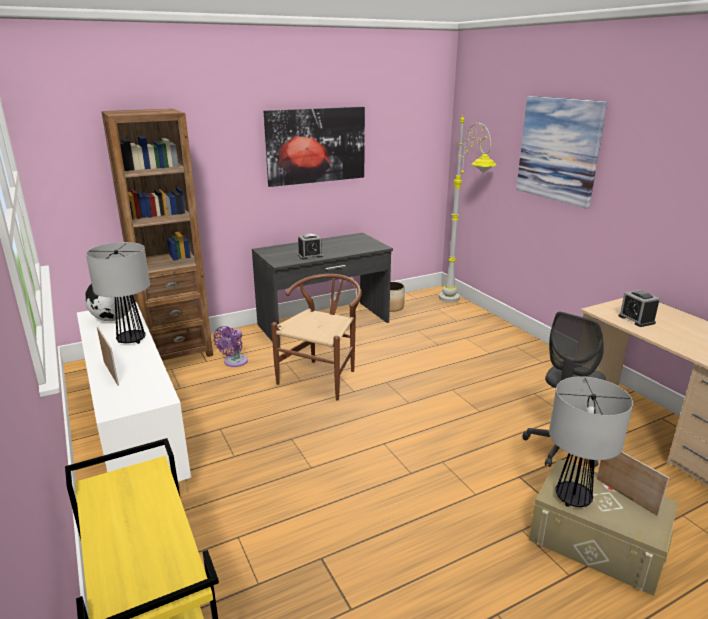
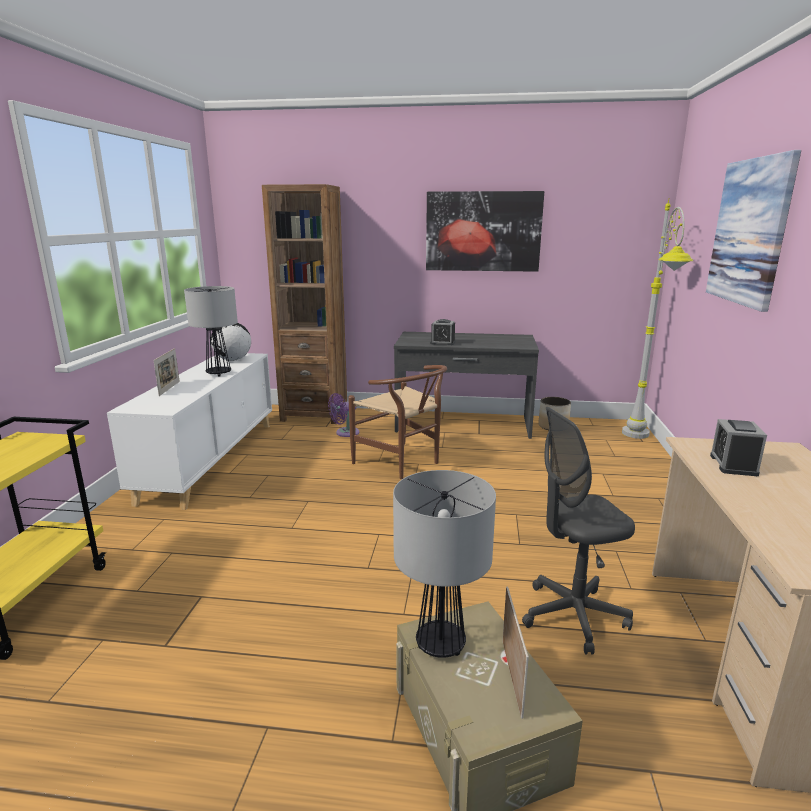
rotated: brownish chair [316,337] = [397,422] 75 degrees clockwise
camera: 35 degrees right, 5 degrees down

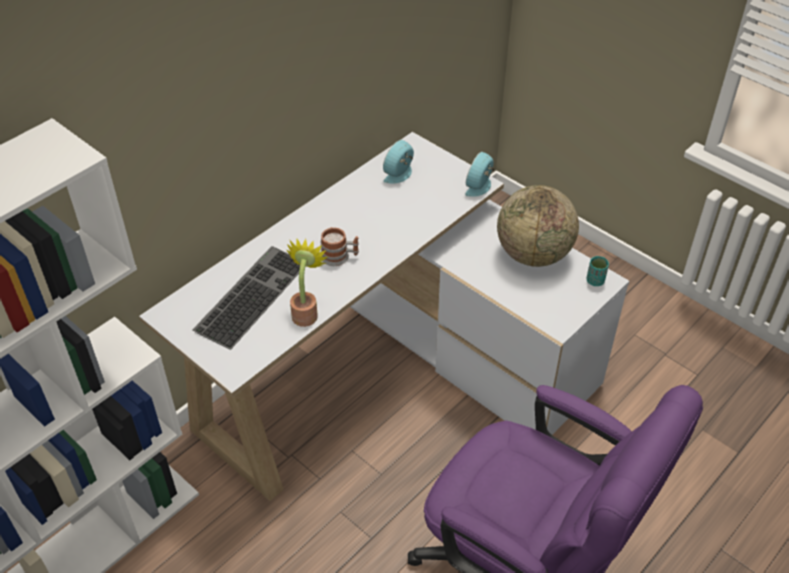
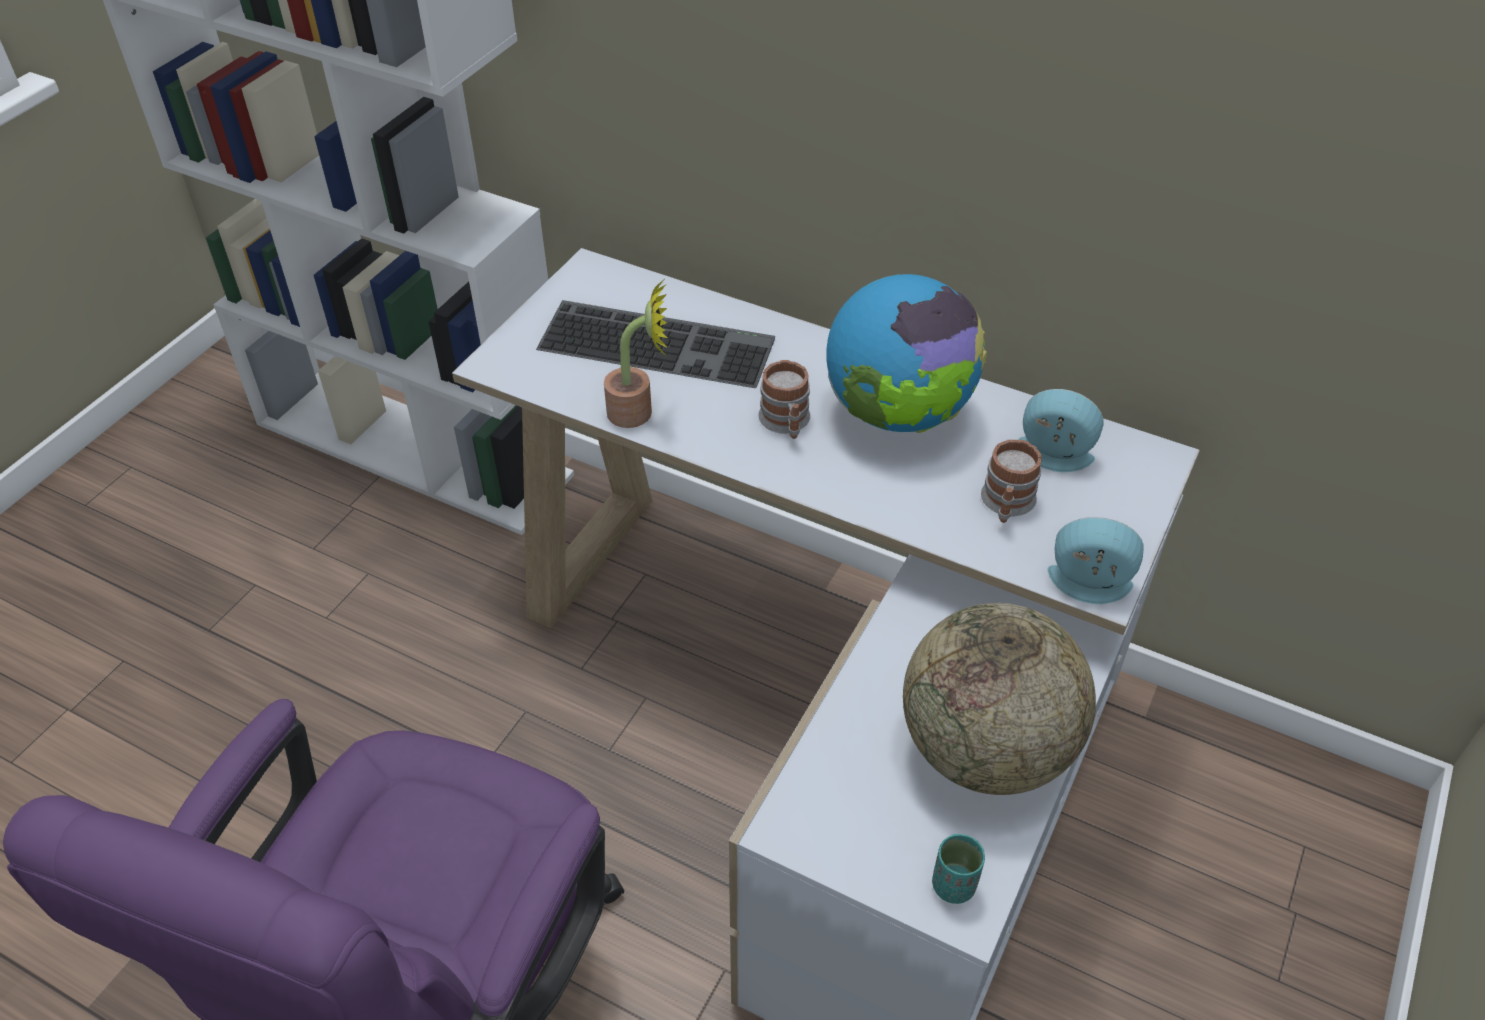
new: desk globe [906,353]; mug [1011,481]
camera: 75 degrees right, 0 degrees up

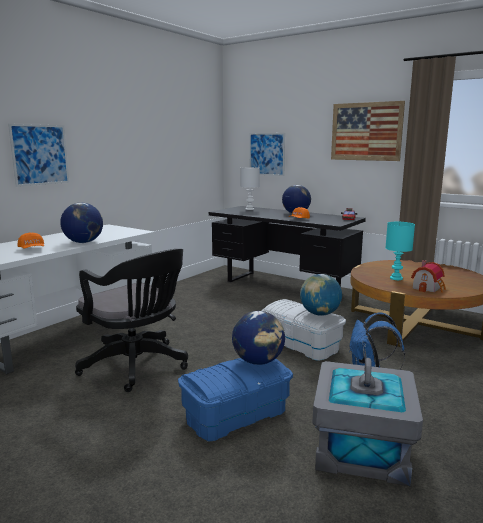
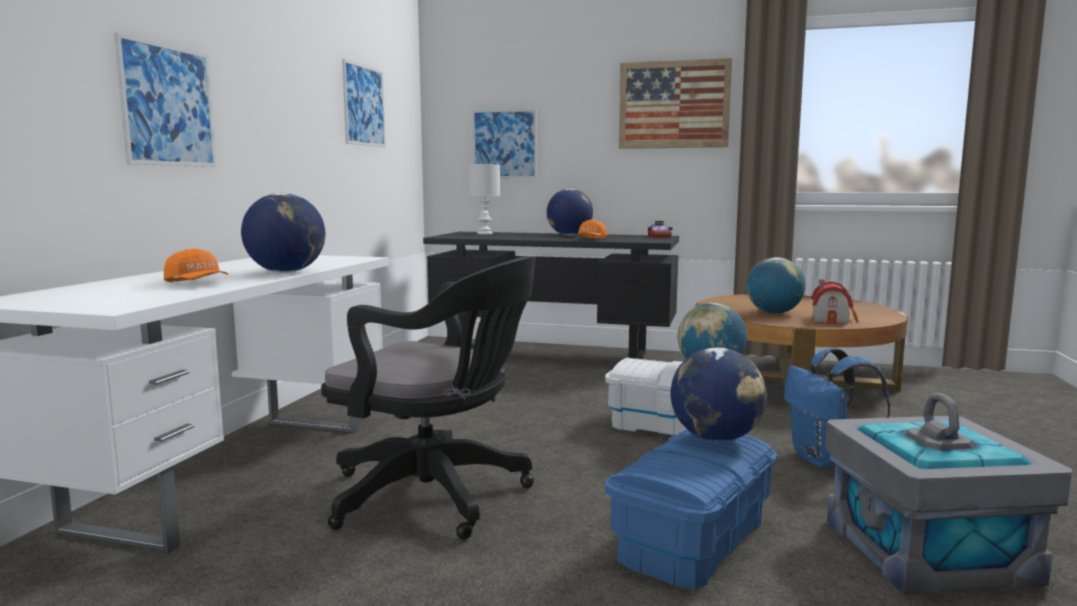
new: picture [364,103]
swapped: blue-green table lamp [400,251] to desk globe [776,285]
camera: 20 degrees left, 5 degrees down

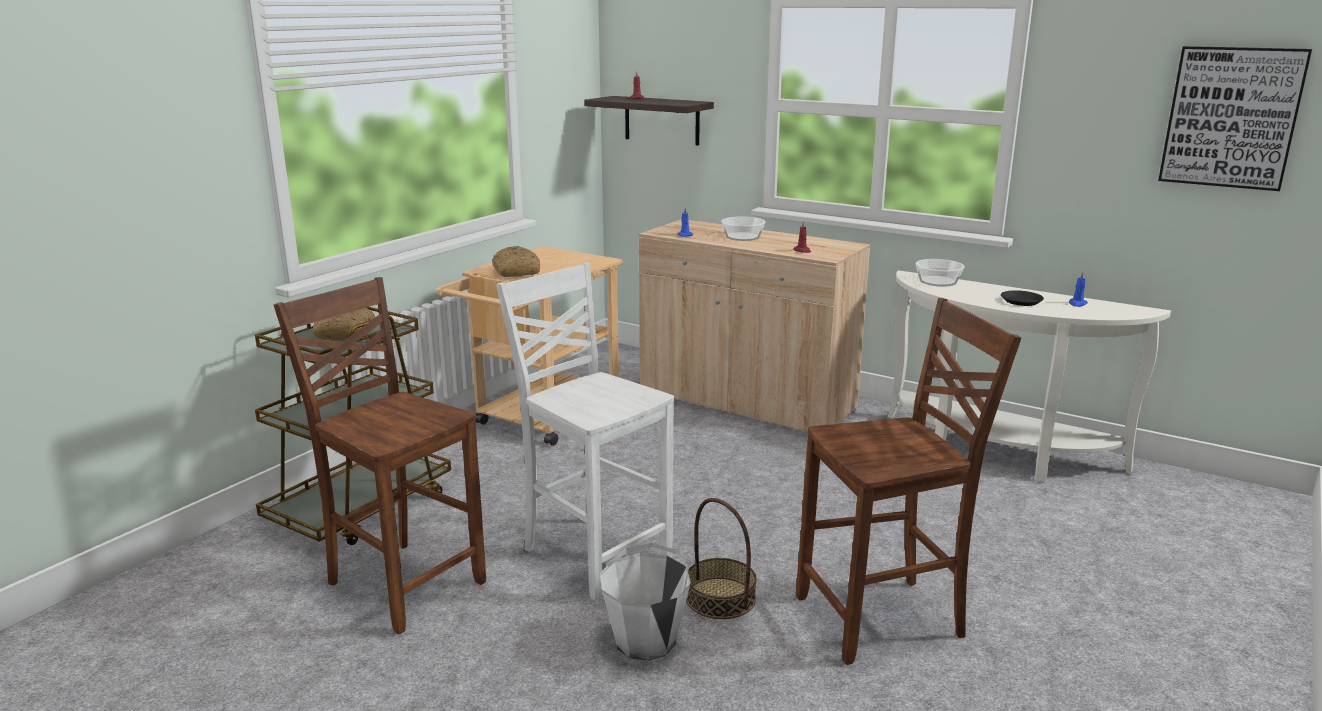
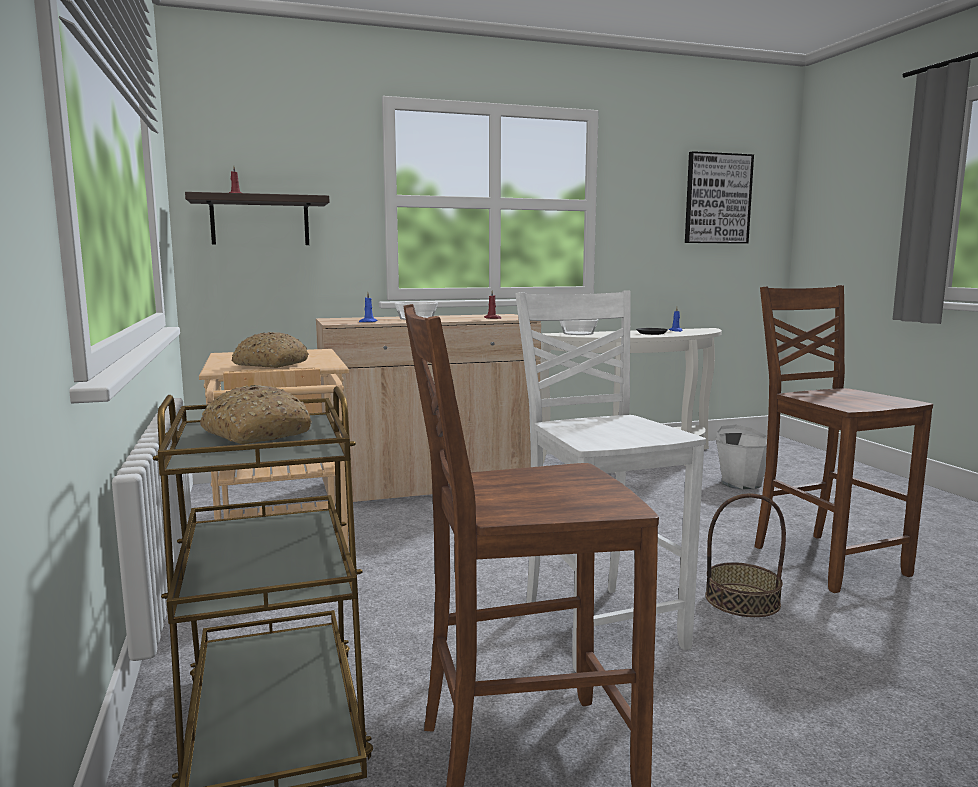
shifted: white bucket [645,602] to [741,457]
rotated: white chair [585,431] = [611,481] 75 degrees clockwise; brownish chair [908,481] = [843,439] 45 degrees counterclockwise
camera: 50 degrees left, 10 degrees down

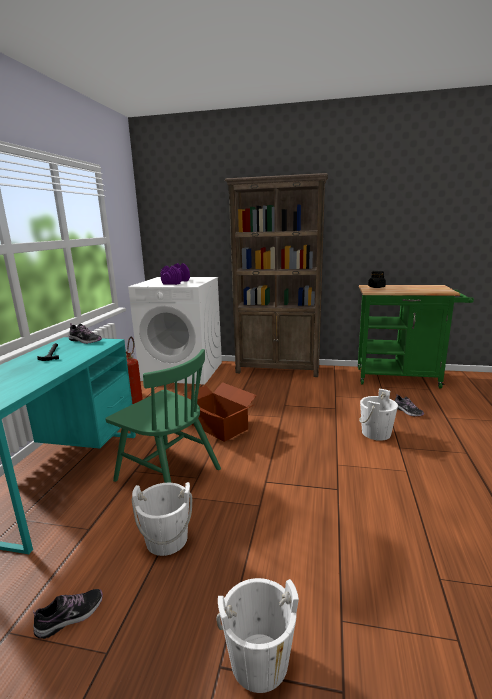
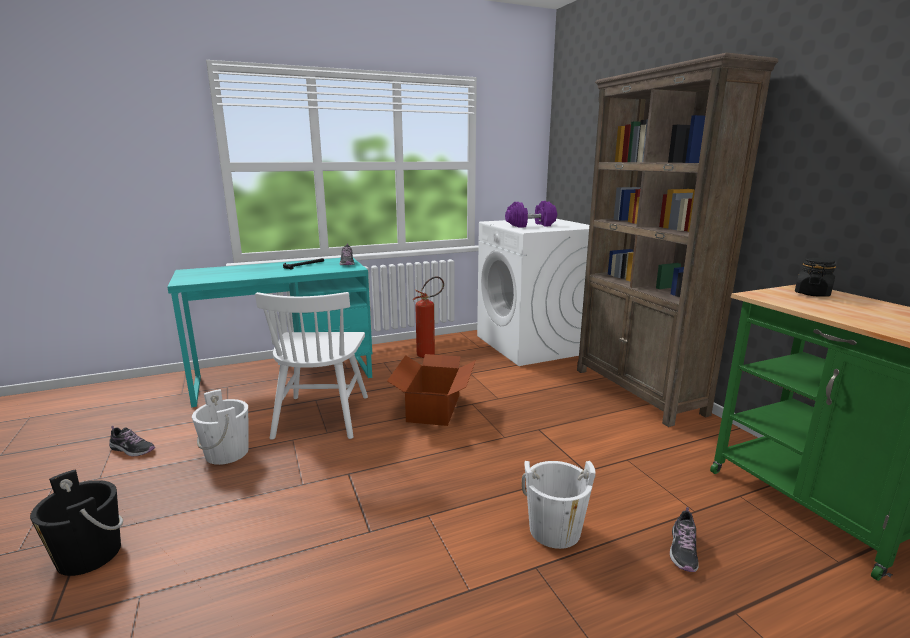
repainted: green-coloured chair [163,416] to white chair [311,366]; white bucket [257,635] to black bucket [76,522]
camera: 55 degrees right, 0 degrees up

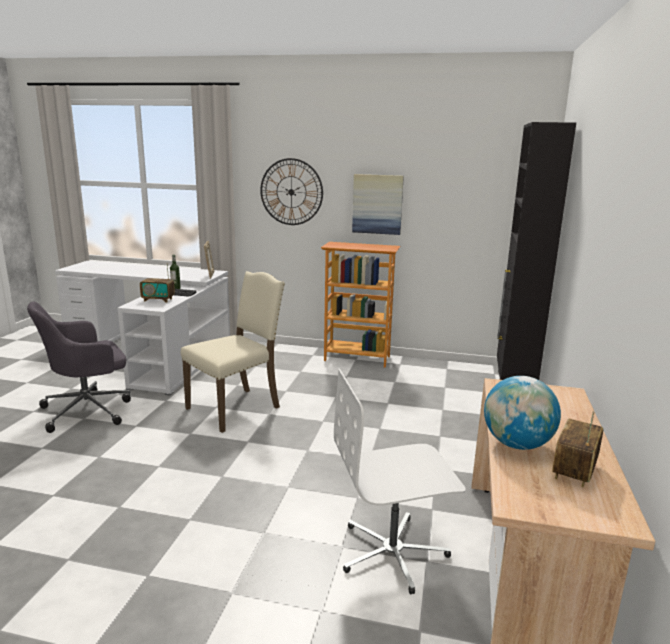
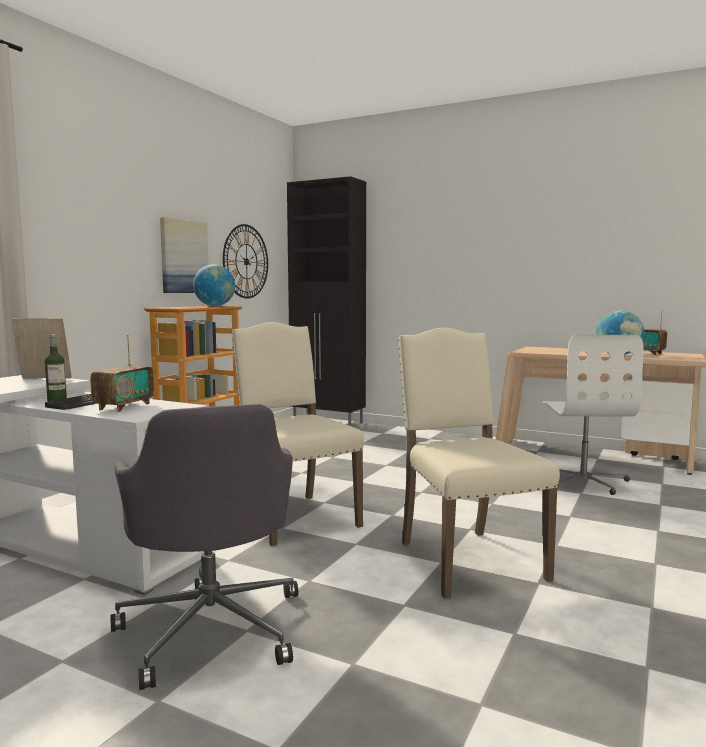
new: desk globe [214,285]; beige-coloured chair [479,463]
shifted: wall clock [291,191] to [245,261]
camera: 75 degrees left, 10 degrees down

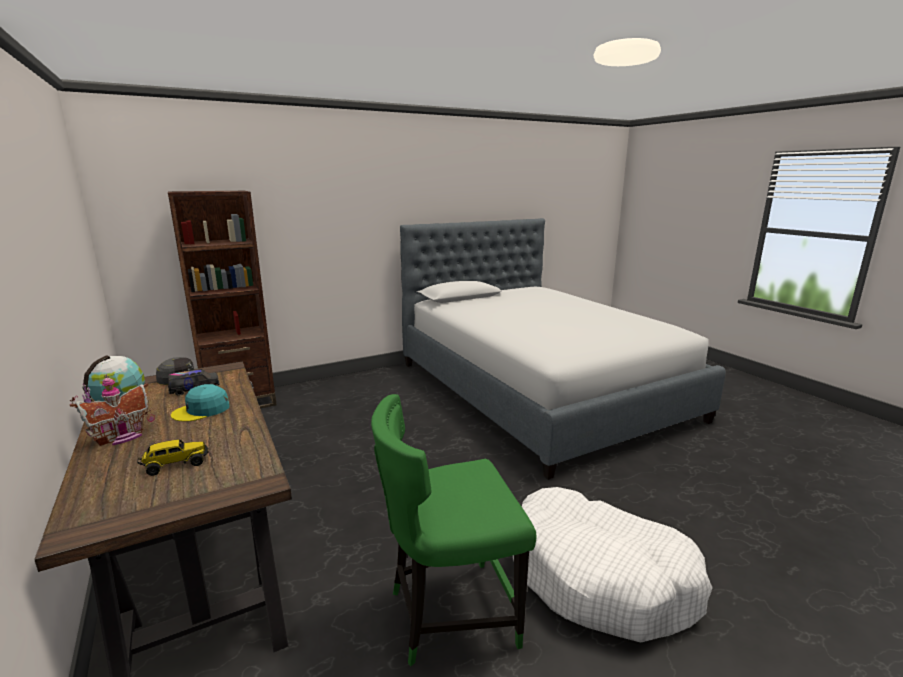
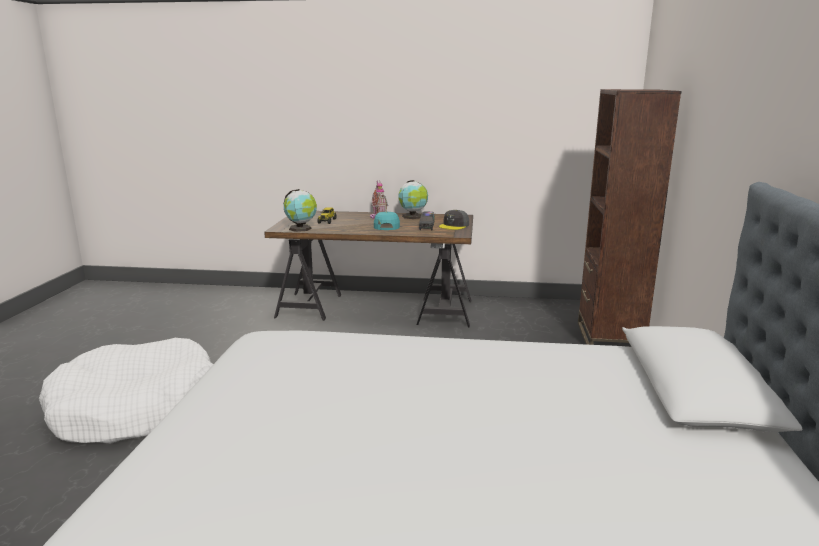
gone: green-coloured chair [454,530]
new: desk globe [300,210]
camera: 125 degrees right, 0 degrees up

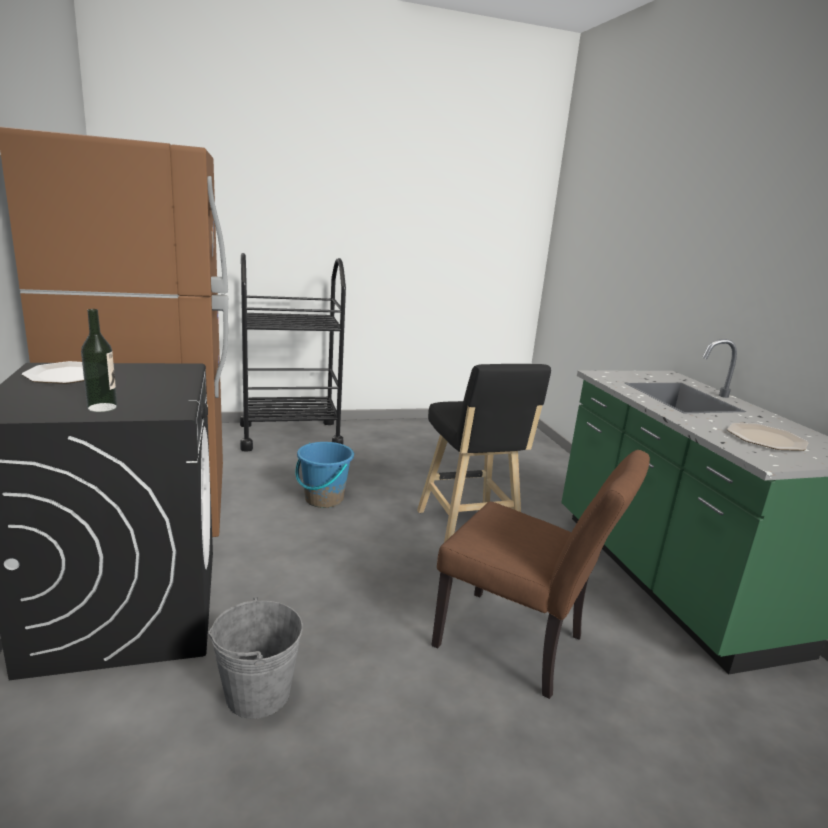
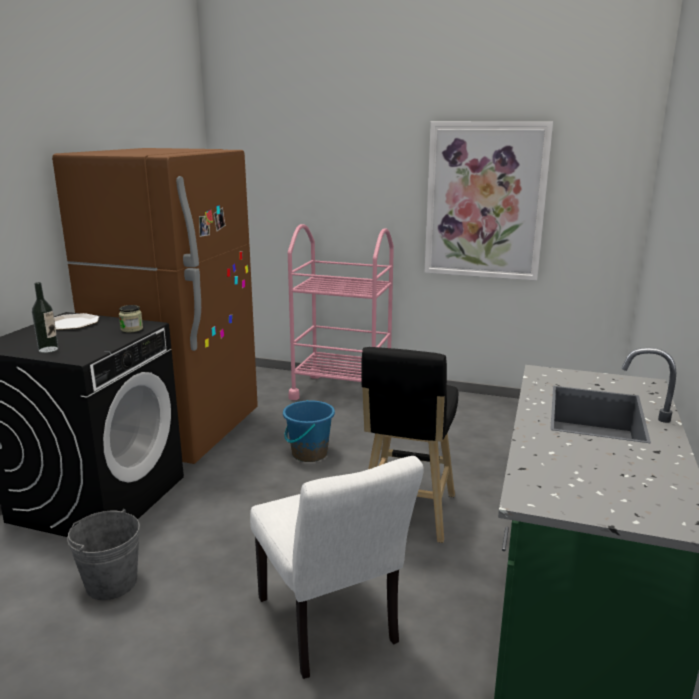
gone: dinner plate [767,437]
new: storage jar [131,318]; picture [488,201]
repainted: black cart [293,352] to pink cart [341,312]; brownish chair [540,574] to white chair [337,567]
camera: 35 degrees right, 0 degrees up

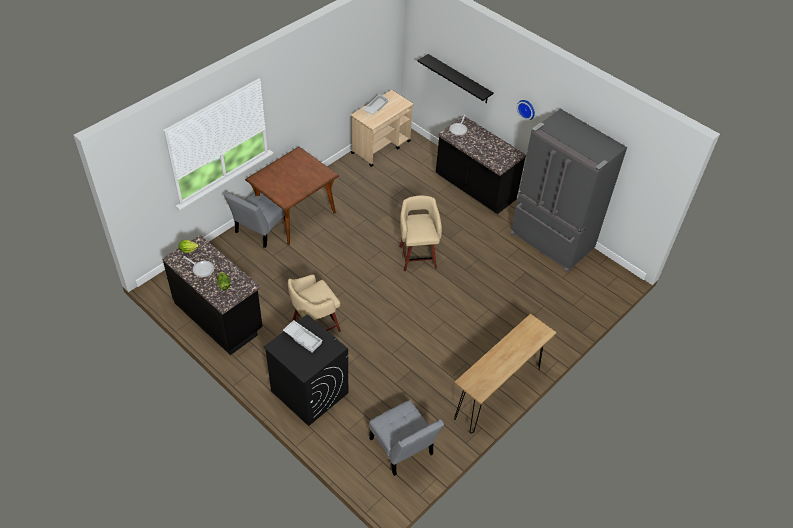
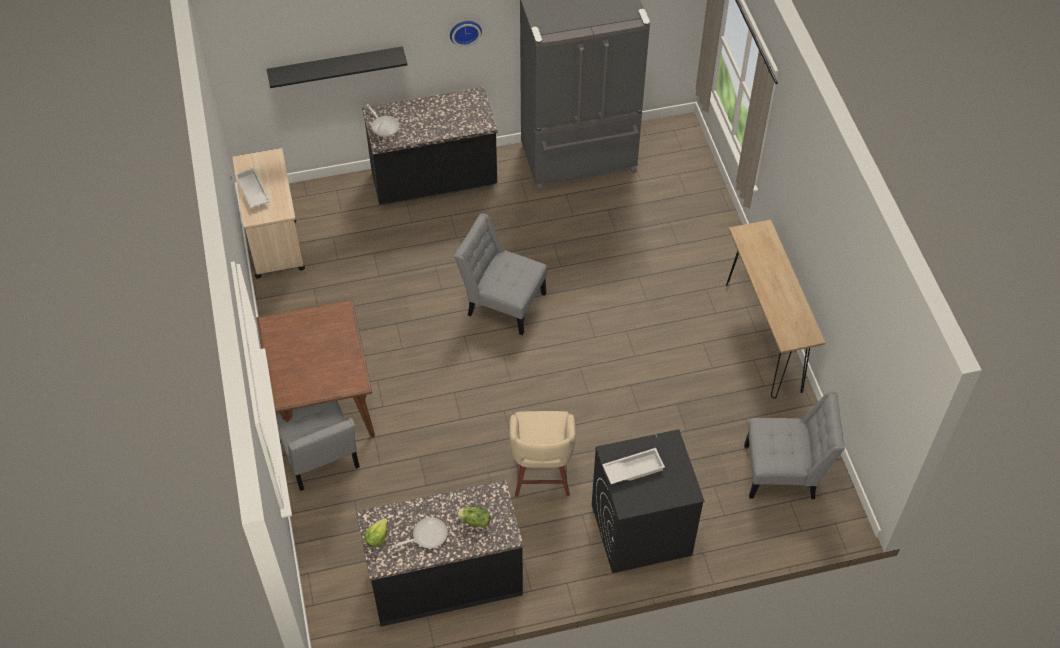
swapped: beige-coloured stool [420,233] to greyish chair [500,274]
camera: 55 degrees left, 5 degrees up

